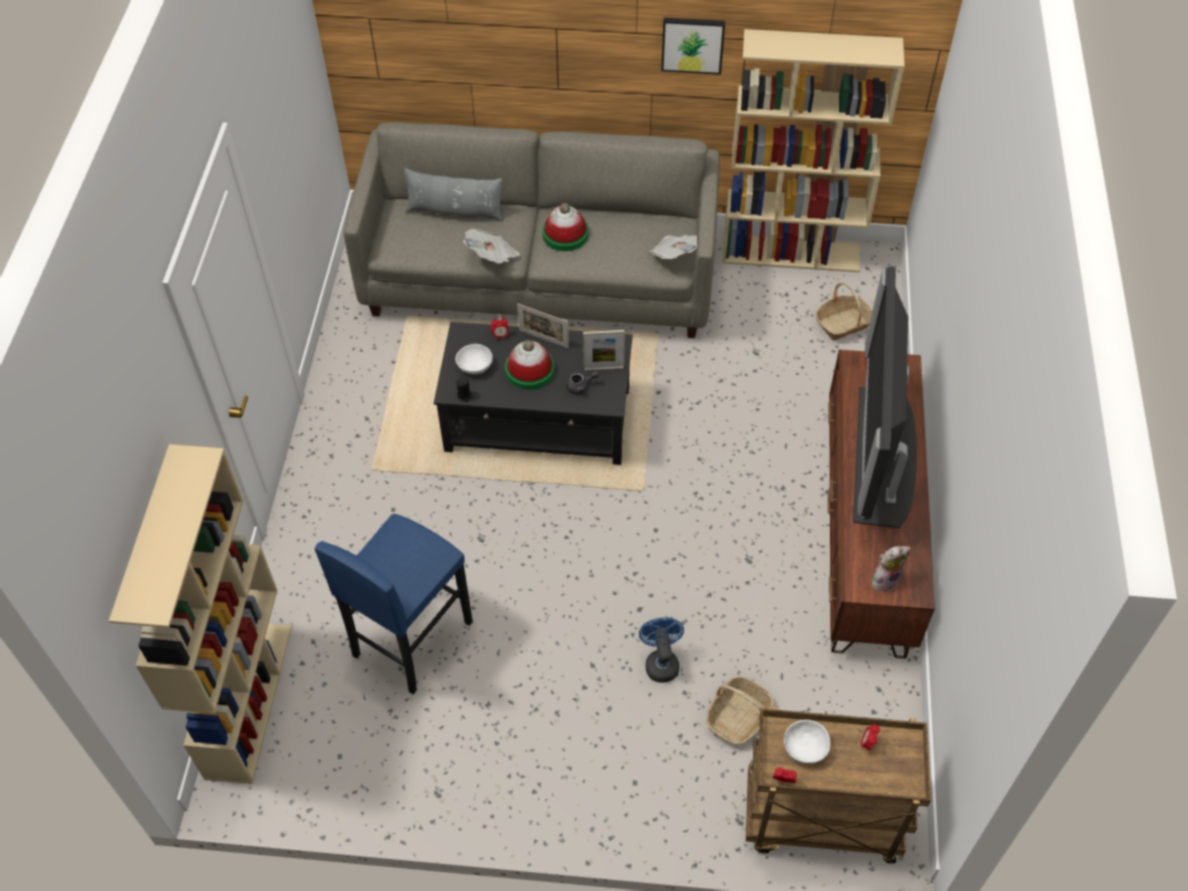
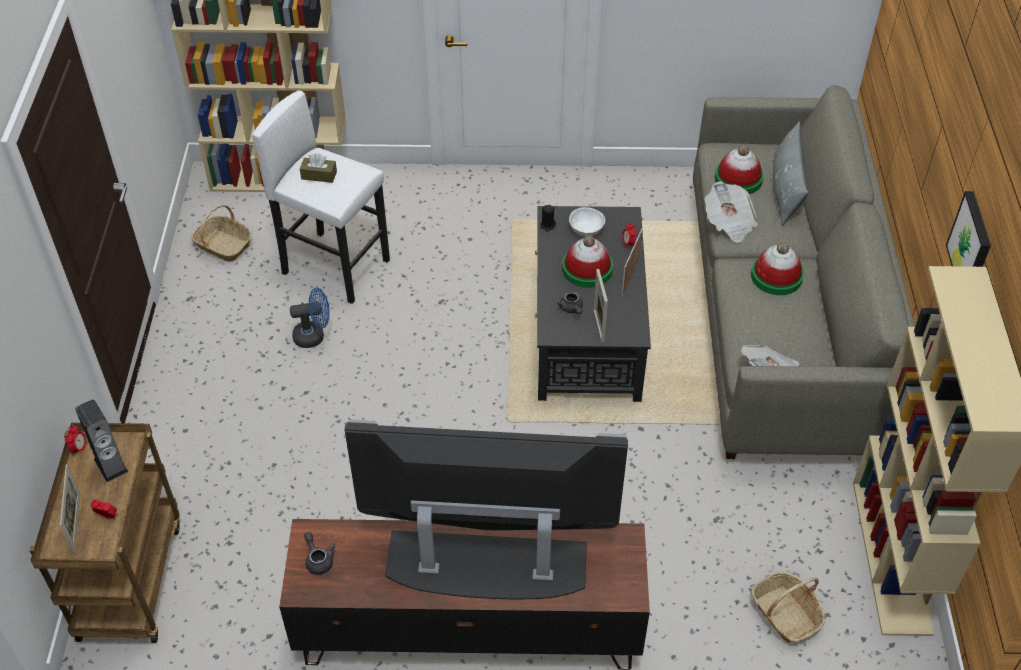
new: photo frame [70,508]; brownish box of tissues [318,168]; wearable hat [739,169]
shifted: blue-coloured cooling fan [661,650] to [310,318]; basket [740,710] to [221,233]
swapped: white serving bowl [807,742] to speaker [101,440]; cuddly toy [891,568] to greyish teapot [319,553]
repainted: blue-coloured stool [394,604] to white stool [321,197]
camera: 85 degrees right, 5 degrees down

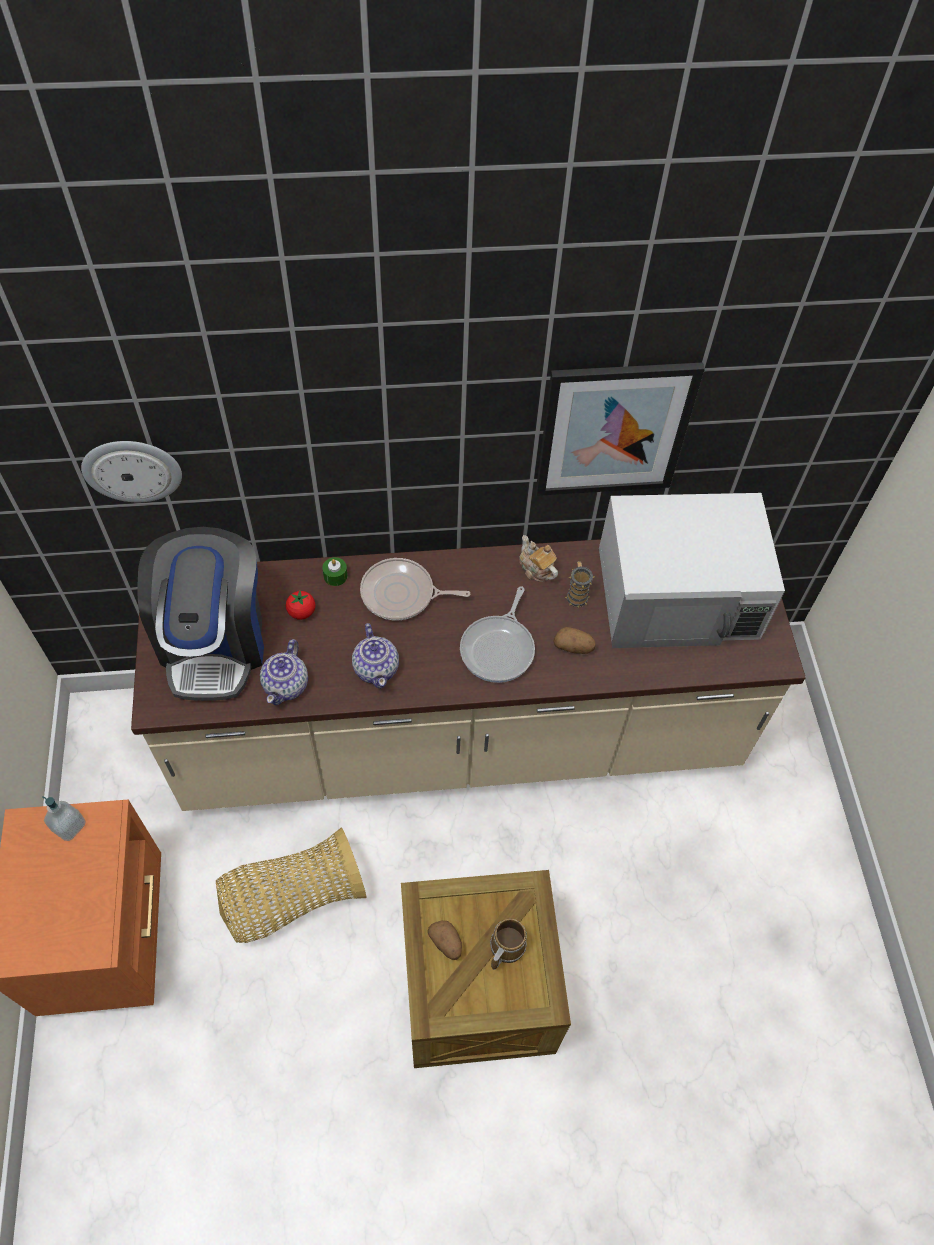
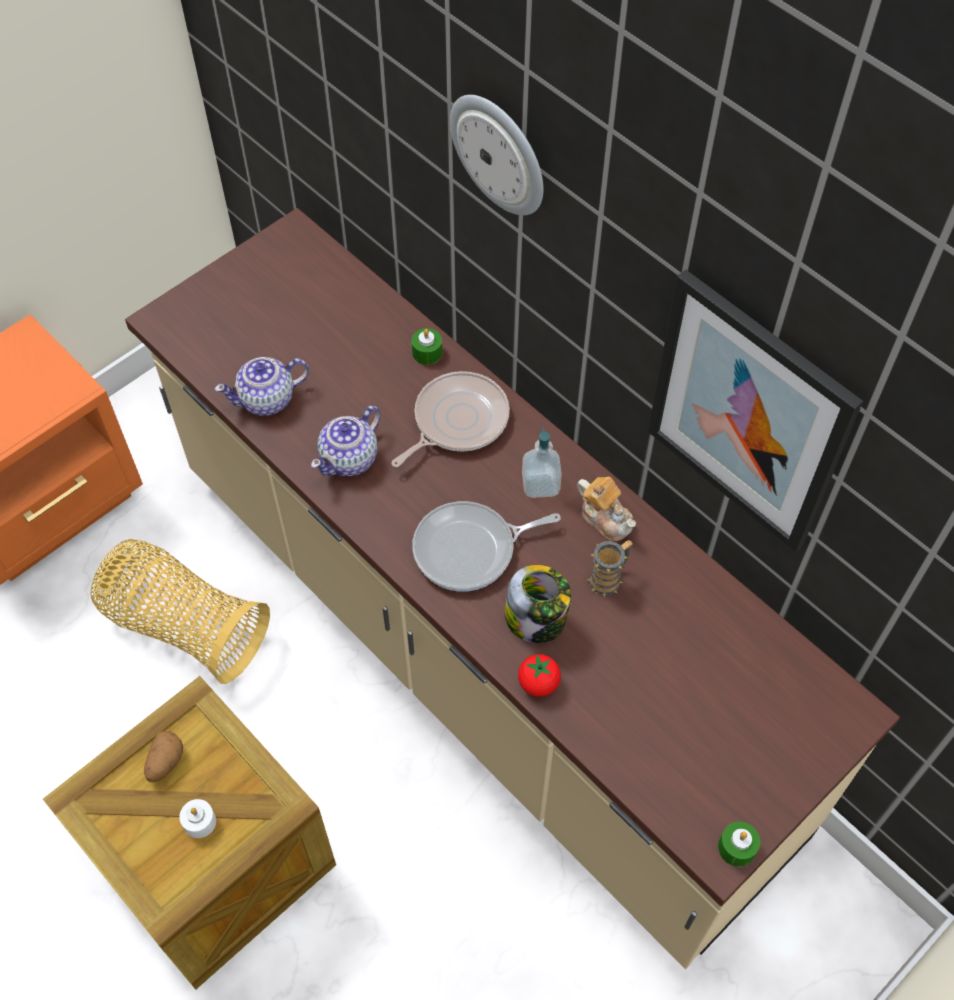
gone: coffee maker [200,614]; white microwave oven [692,570]
new: green-coloured wax candle [739,844]
shifted: soap dispenser [64,818] to [542,462]; wall clock [131,471] to [496,155]; tomato [301,605] to [539,675]
swapped: mug [508,944] to white wax candle [197,818]; potato [574,640] to storage jar [538,604]
rotated: frying pan [415,589] = [450,419] 75 degrees clockwise; teapot [538,558] = [606,509] 120 degrees clockwise
camera: 55 degrees right, 0 degrees up

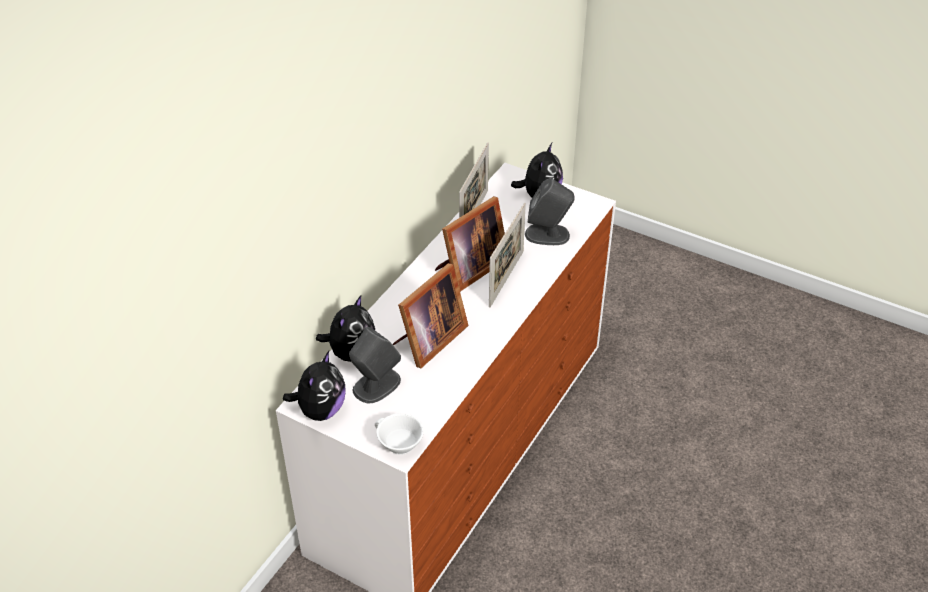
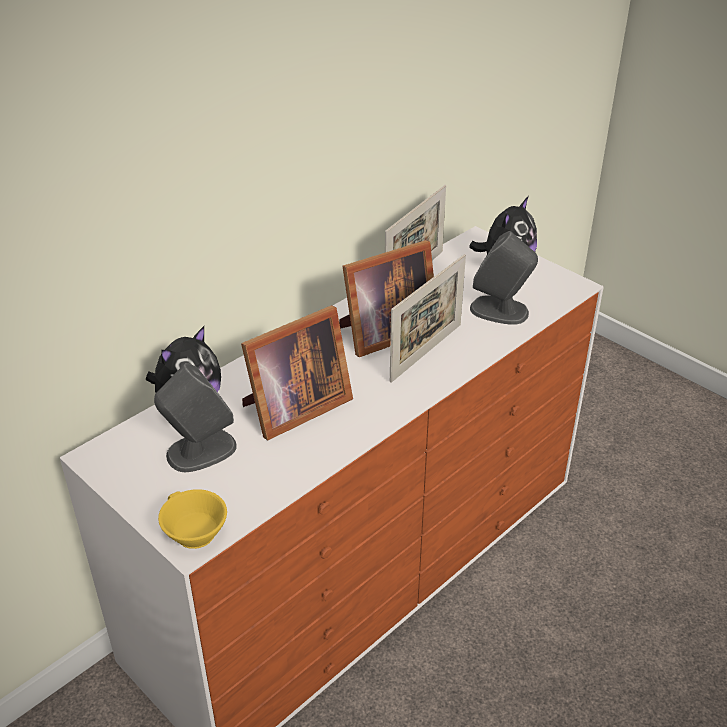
gone: cuddly toy [314,386]
repainted: white cup [399,434] to yellow-coloured cup [192,519]
camera: 15 degrees right, 5 degrees down

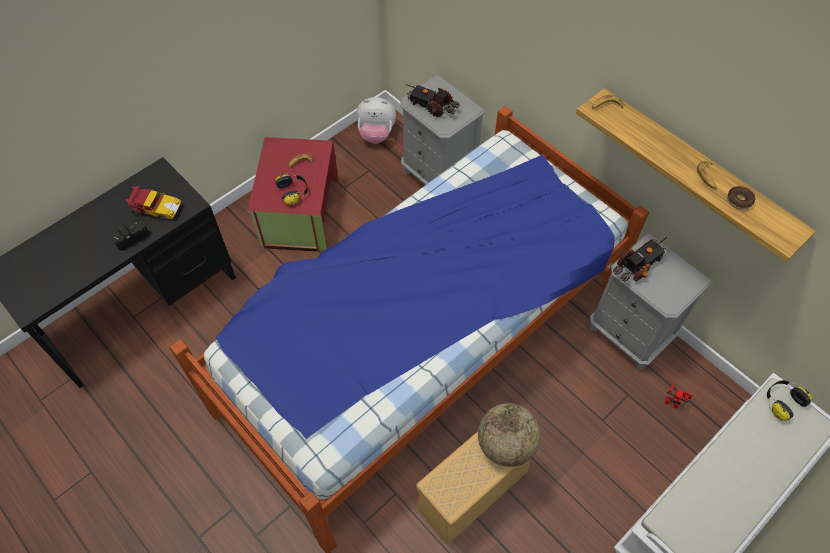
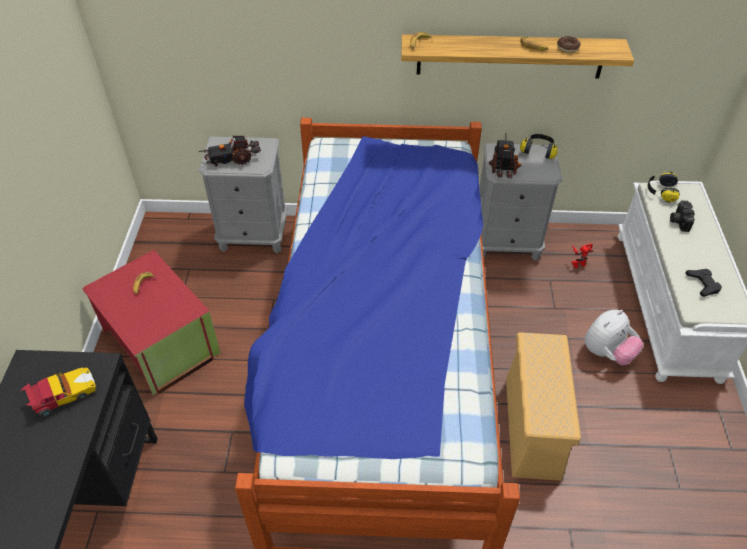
gone: desk globe [509,435]
new: black game controller [703,283]
shifted: still camera [130,236] to [682,216]; headphones [291,189] to [539,146]; cuddly toy [376,120] to [614,337]
camera: 45 degrees left, 10 degrees down

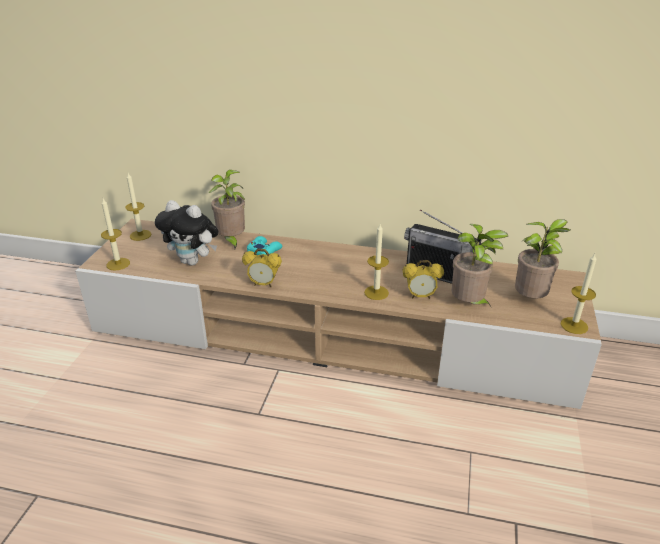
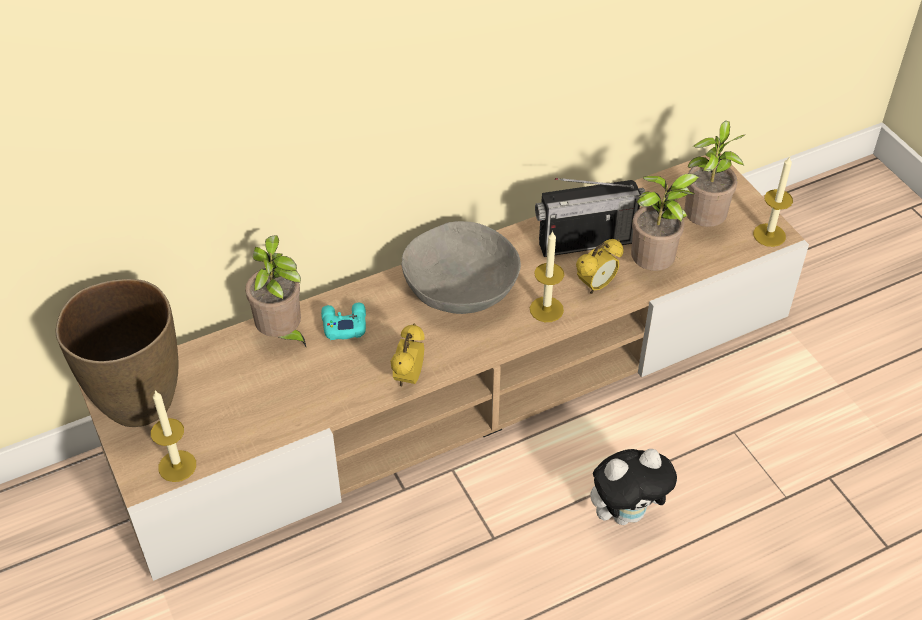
new: greyish serving bowl [461,267]
shifted: cuddly toy [187,233] to [634,487]
swapped: wax candle [138,207] to brownish flower vase [117,353]
rotated: bedside clock [262,268] = [407,355] 135 degrees clockwise
camera: 40 degrees left, 15 degrees up

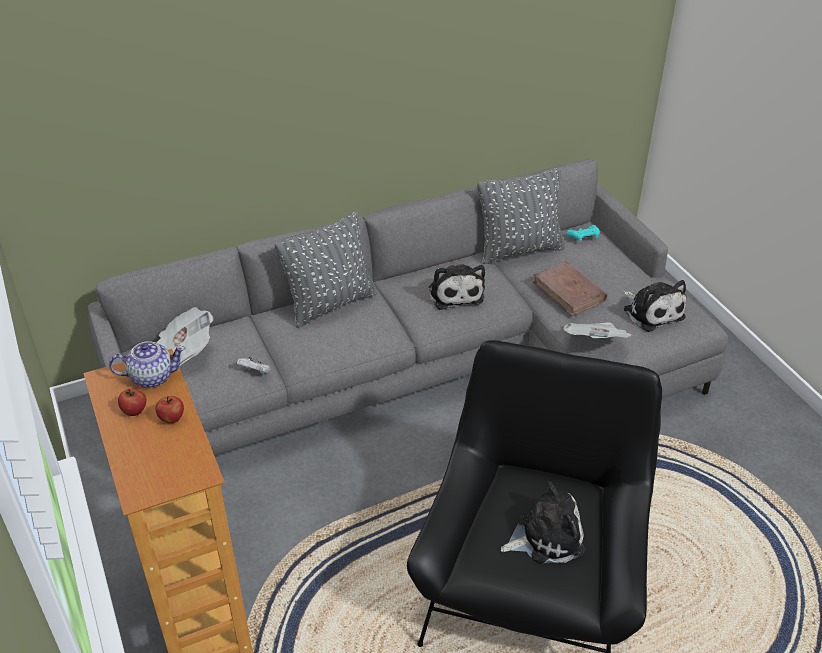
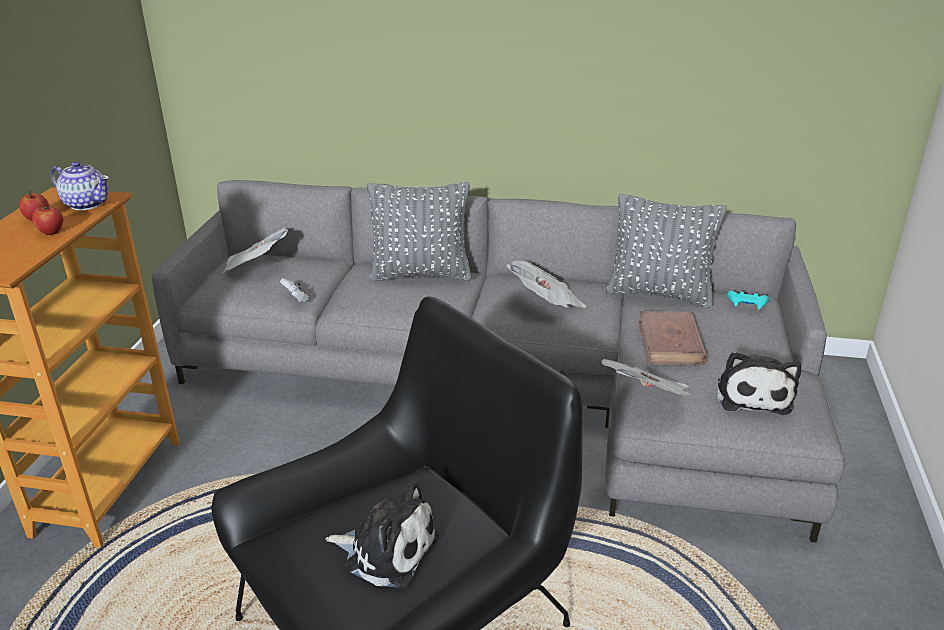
swapped: cuddly toy [457,287] to printed paper [546,284]
camera: 35 degrees right, 10 degrees down

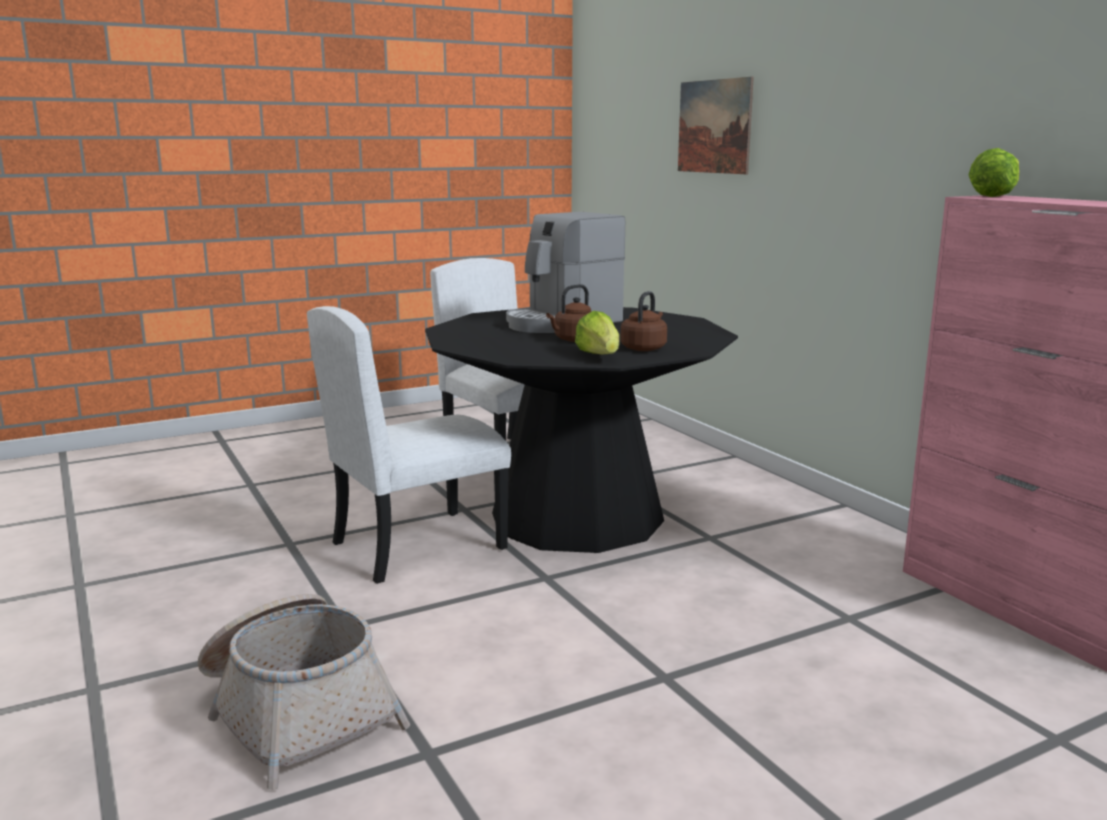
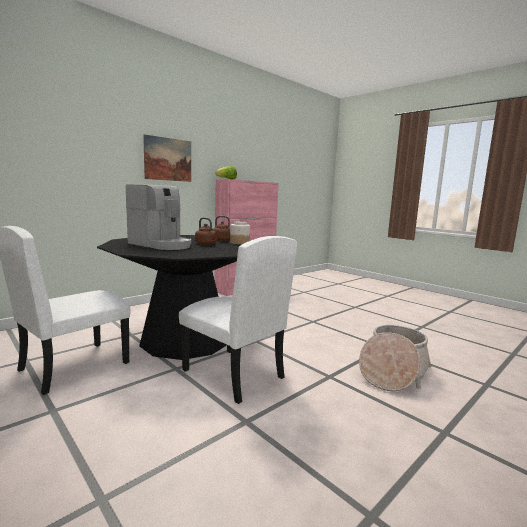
shifted: picture [716,125] to [167,158]
swapped: head of lettuce [597,332] to storage jar [240,232]
camera: 105 degrees left, 5 degrees down

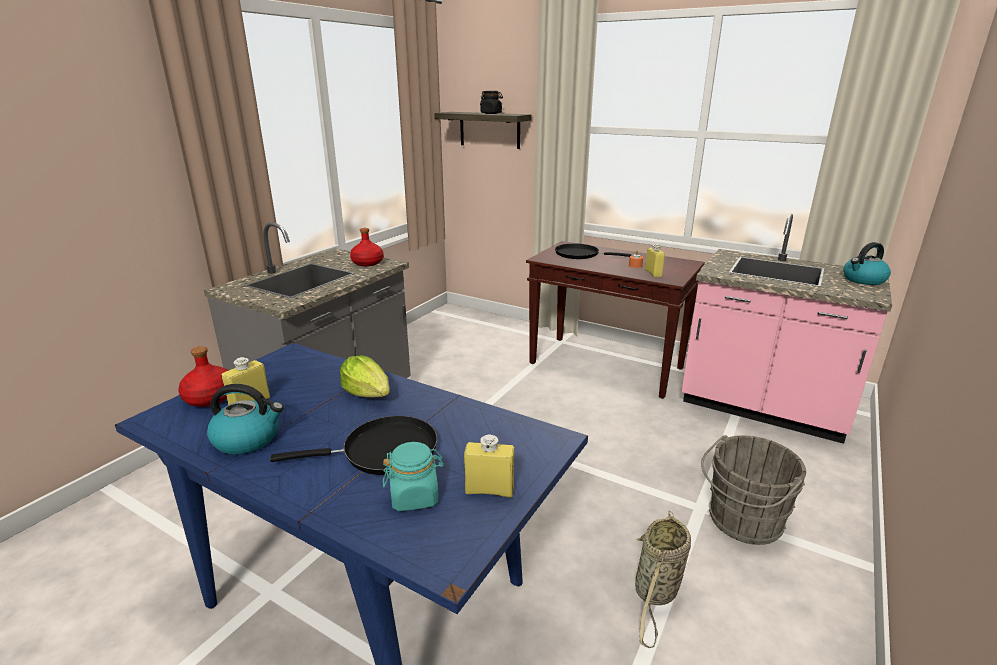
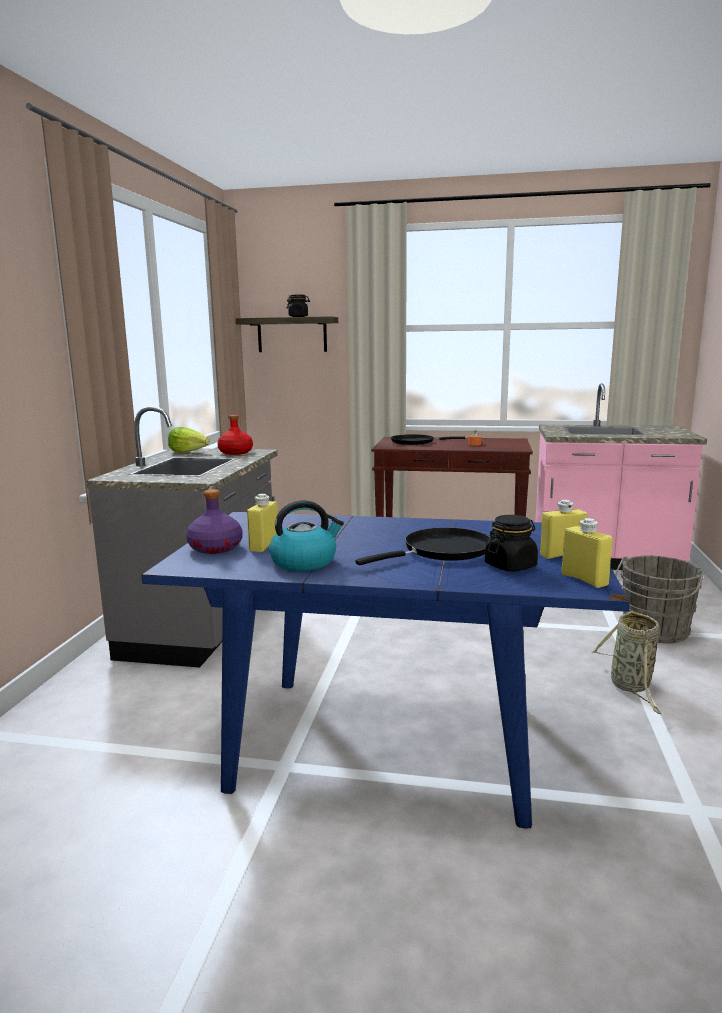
gone: tea kettle [867,263]
shifted: head of lettuce [365,376] to [189,439]; yellow-coloured bottle [655,260] to [587,553]
repainted: reddish bottle [203,376] to purple-coloured bottle [214,521]; blue-green storage jar [413,476] to black storage jar [511,543]
camera: 20 degrees left, 10 degrees down

